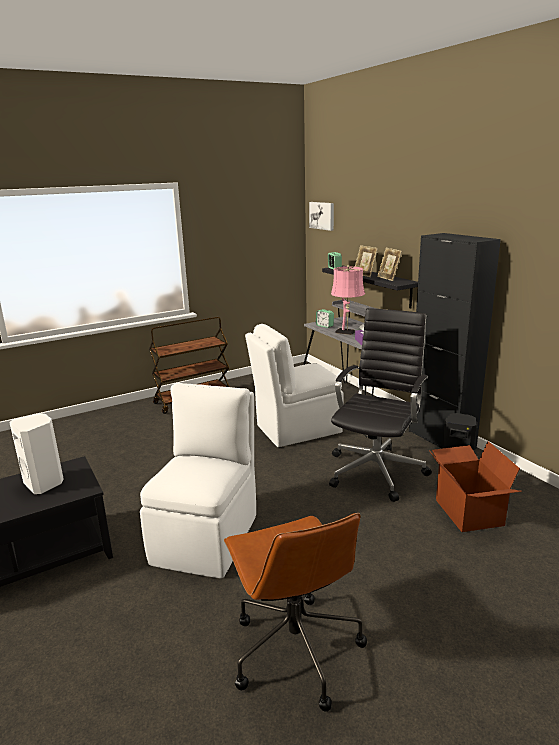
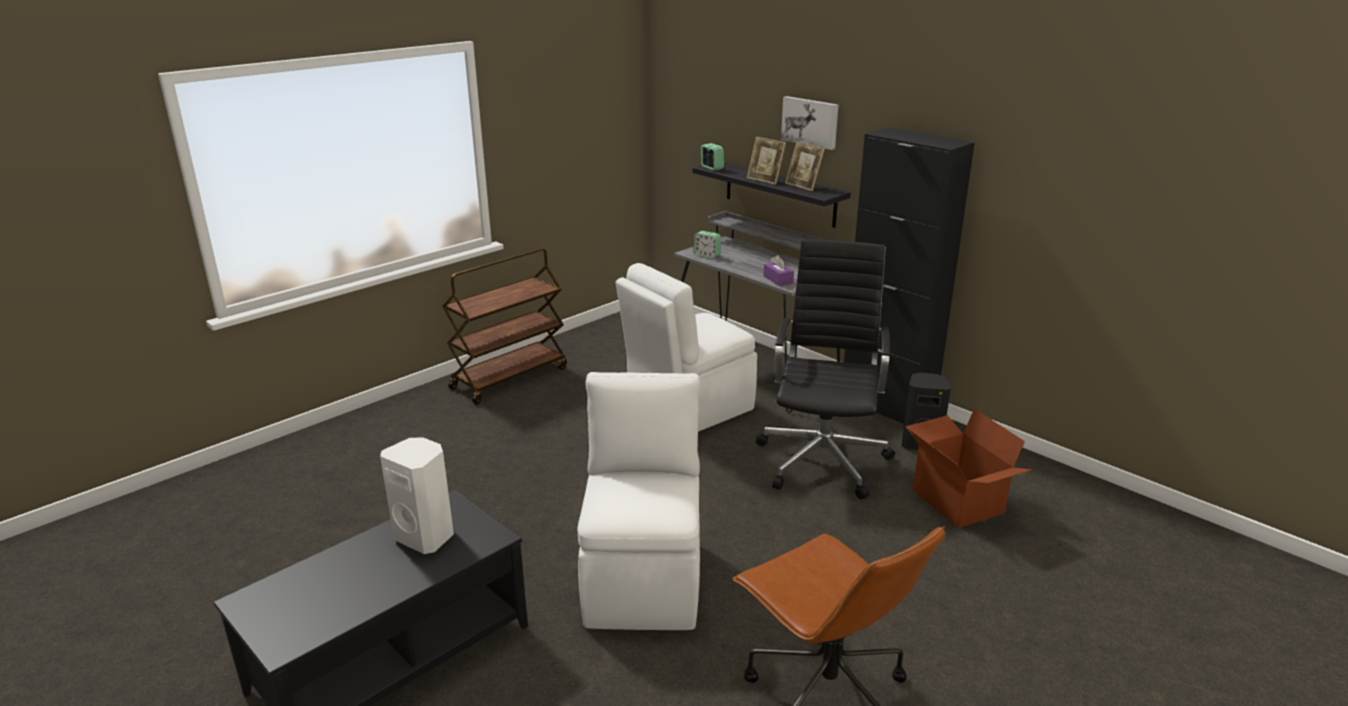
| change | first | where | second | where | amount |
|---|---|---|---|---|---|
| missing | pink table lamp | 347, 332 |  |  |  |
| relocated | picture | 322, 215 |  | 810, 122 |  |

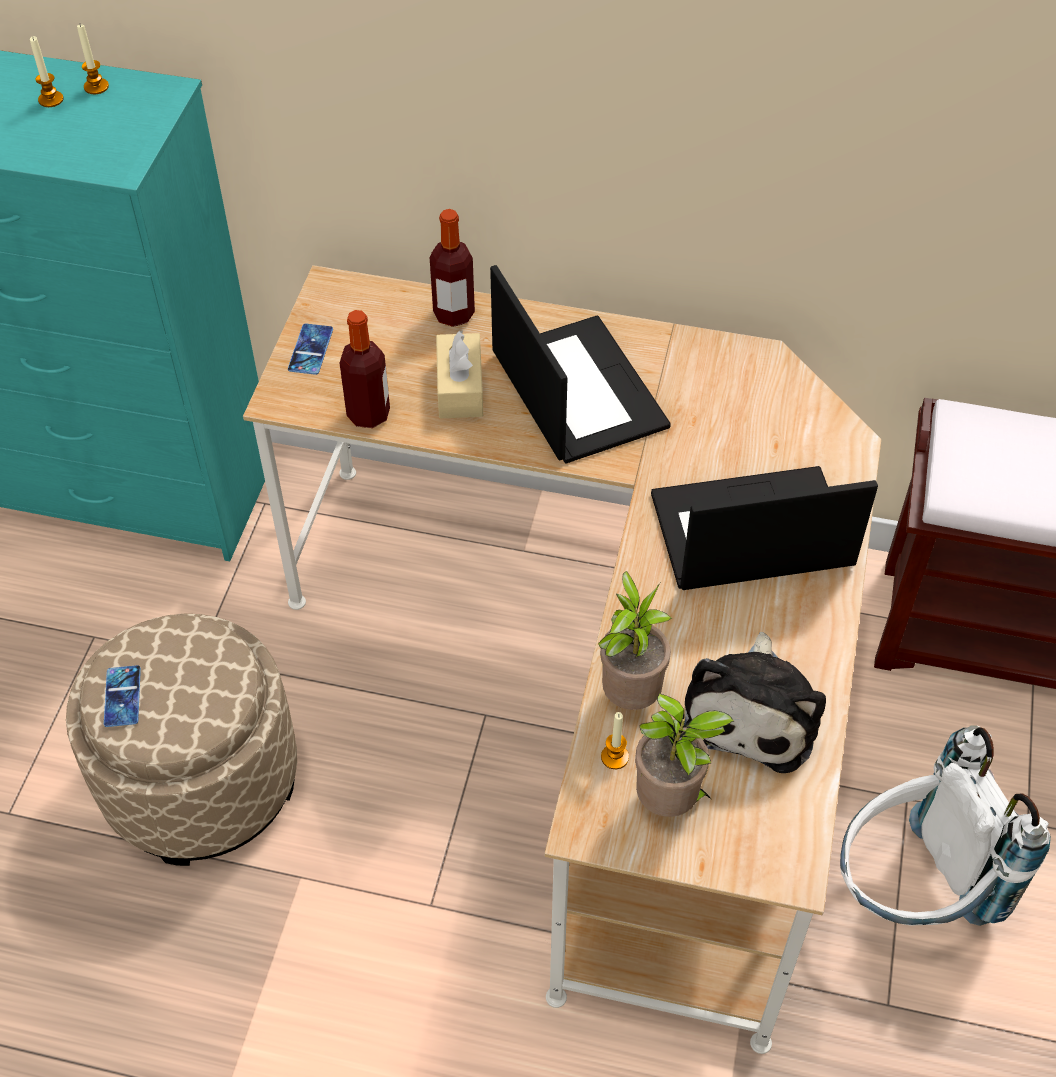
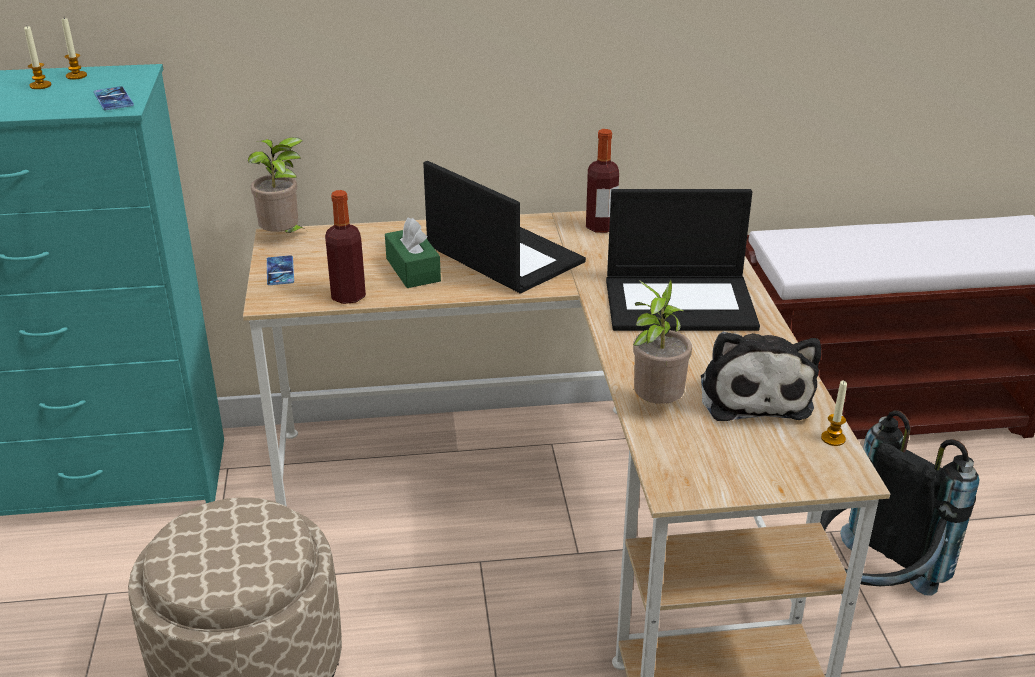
| change | first | where | second | where | amount |
|---|---|---|---|---|---|
| relocated | phone | 122, 696 |  | 113, 99 |  |
| relocated | bottle | 454, 314 |  | 601, 227 |  |
| relocated | candle | 614, 757 |  | 833, 438 |  |
| relocated | potted plant | 670, 802 |  | 283, 237 |  |
| colour | beige tissue box | 460, 388 | green tissue box | 413, 270 |  |
| colour | white backpack | 911, 892 | black backpack | 870, 588 |  |
| spun | laptop | 750, 533 |  | 681, 303 | 150 degrees counterclockwise |

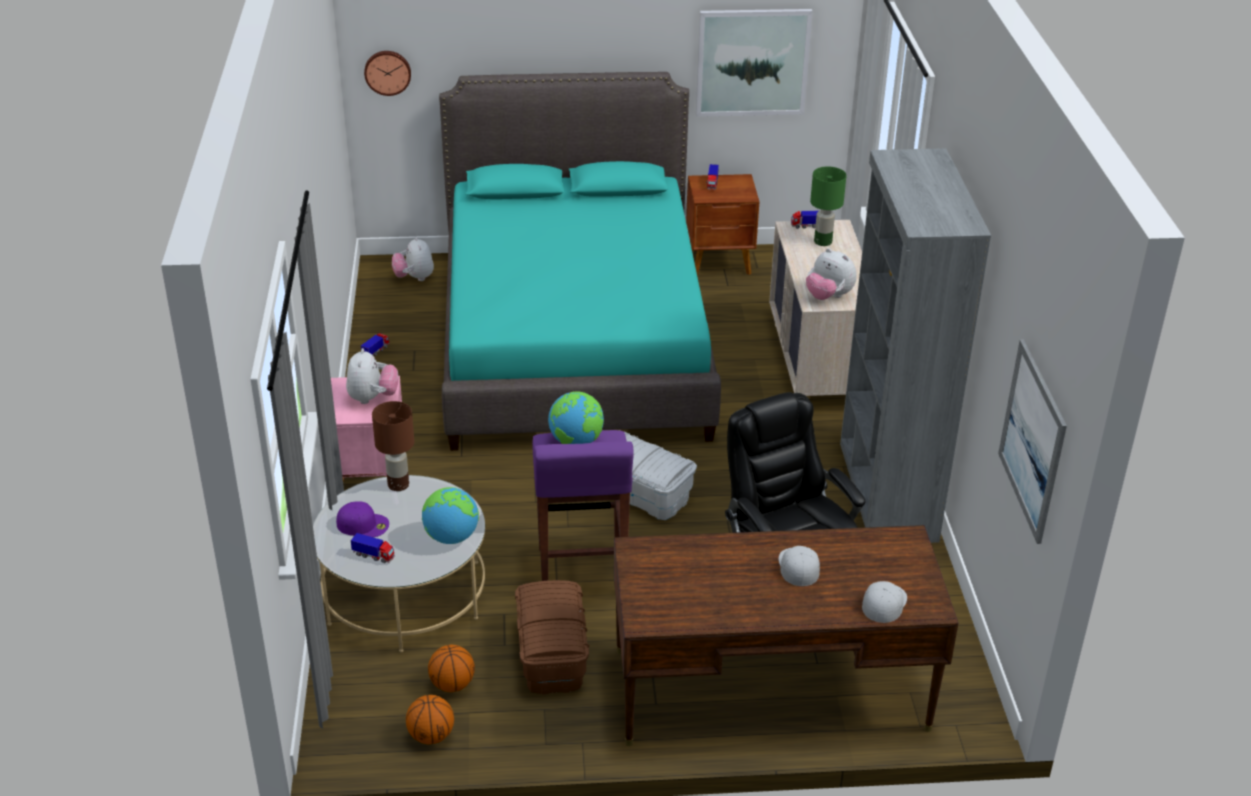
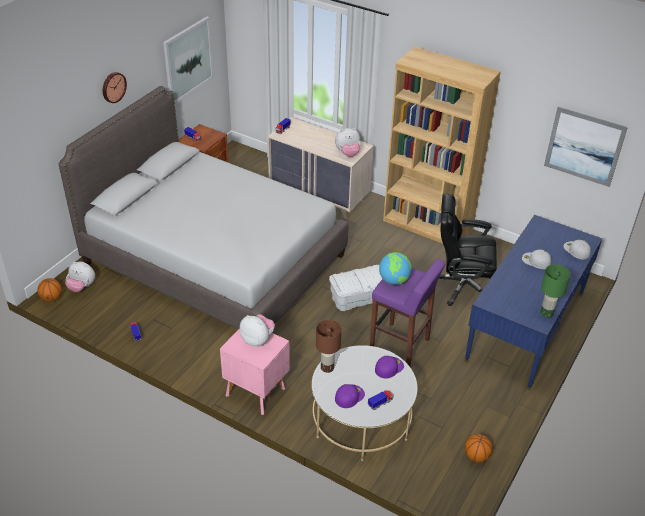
| change | first | where | second | where | amount |
|---|---|---|---|---|---|
| missing | brown storage box | 552, 655 |  |  |  |
| relocated | wall clock | 387, 72 |  | 113, 87 |  |
| relocated | basketball | 452, 685 |  | 52, 298 |  |
| relocated | green table lamp | 823, 242 |  | 547, 313 |  |
| exchanged | globe | 451, 537 | purple cap | 389, 367 |  |
| colour | turquoise bed | 574, 342 | grey bed | 214, 259 |  |
| colour | brown desk | 770, 689 | blue desk | 526, 326 |  |
| colour | grey bookcase | 886, 492 | brown bookcase | 427, 226 |  |

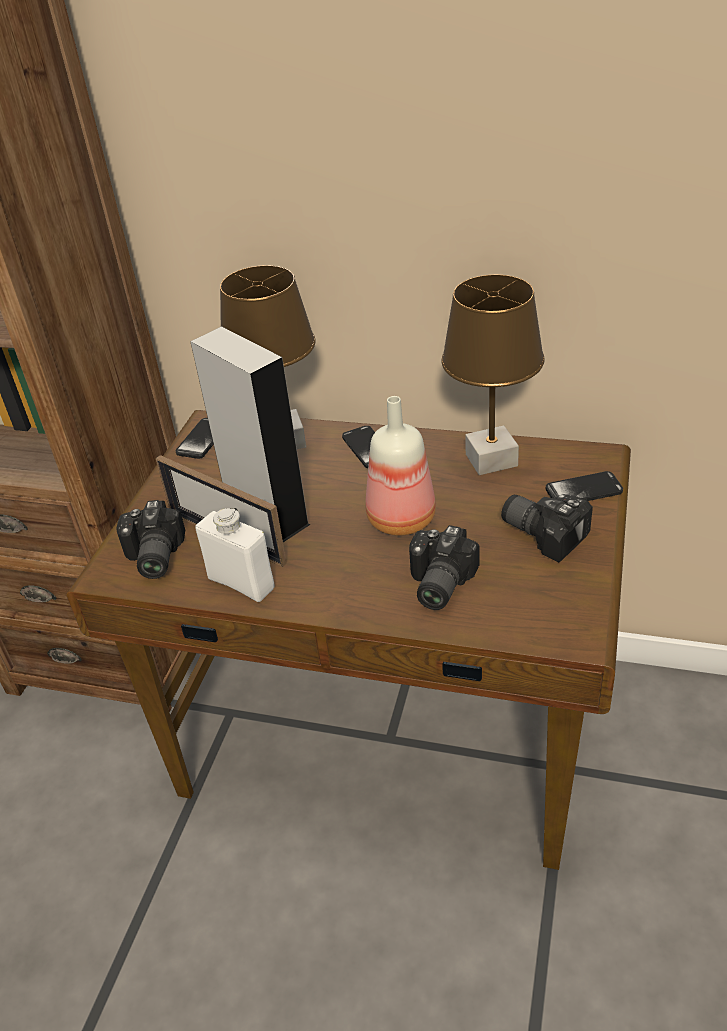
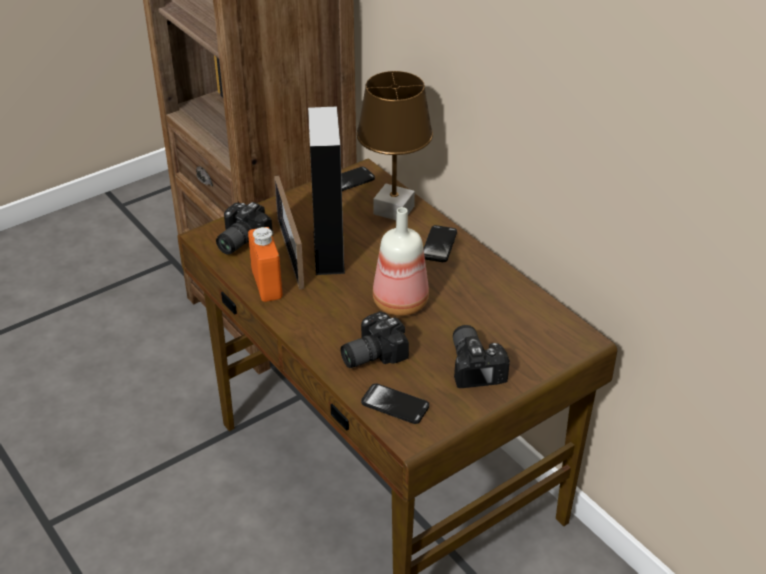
| change | first | where | second | where | amount |
|---|---|---|---|---|---|
| missing | brown table lamp | 491, 460 |  |  |  |
| relocated | phone | 583, 490 |  | 395, 405 |  |
| colour | white bottle | 241, 583 | orange bottle | 267, 285 |  |

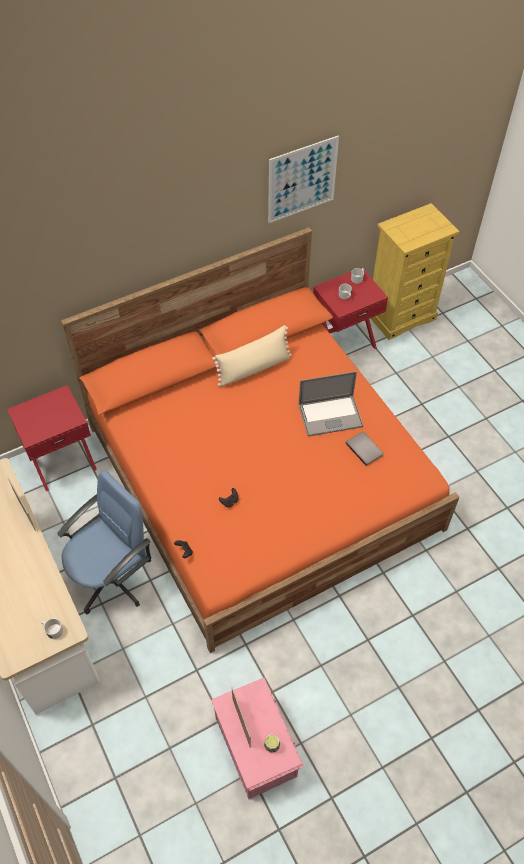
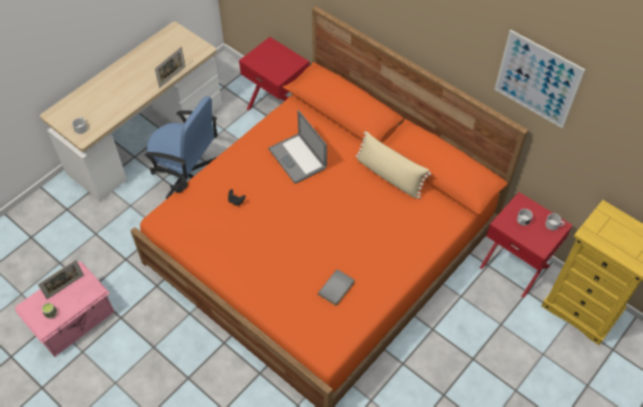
| change | first | where | second | where | amount |
|---|---|---|---|---|---|
| relocated | laptop | 330, 415 |  | 297, 158 |  |

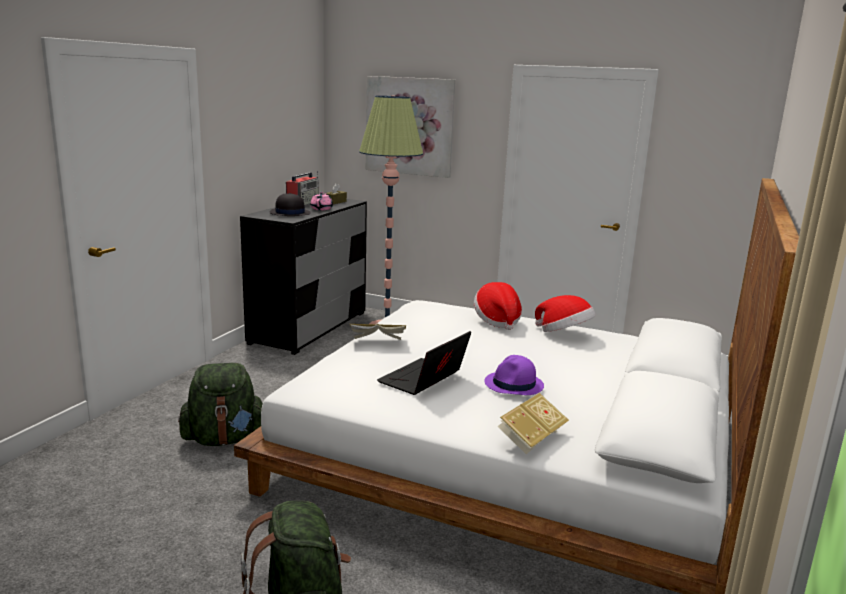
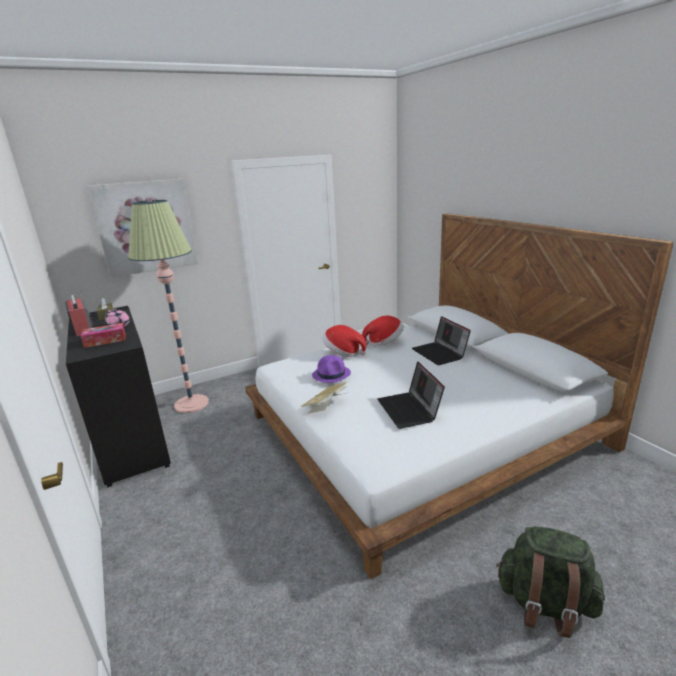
| change | first | where | second | where | amount |
|---|---|---|---|---|---|
| missing | green backpack | 224, 439 |  |  |  |
| missing | book | 531, 438 |  |  |  |
| appeared |  |  | laptop | 440, 353 |  |
| relocated | purple hat | 514, 385 |  | 331, 374 |  |
| exchanged | black hat | 289, 213 | tissue box | 105, 340 |  |

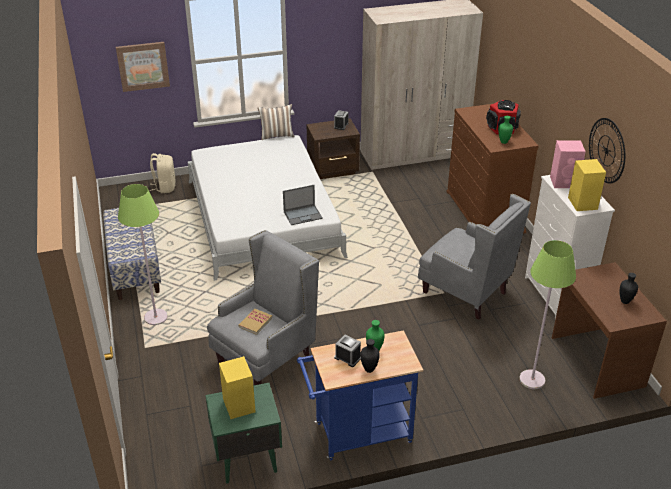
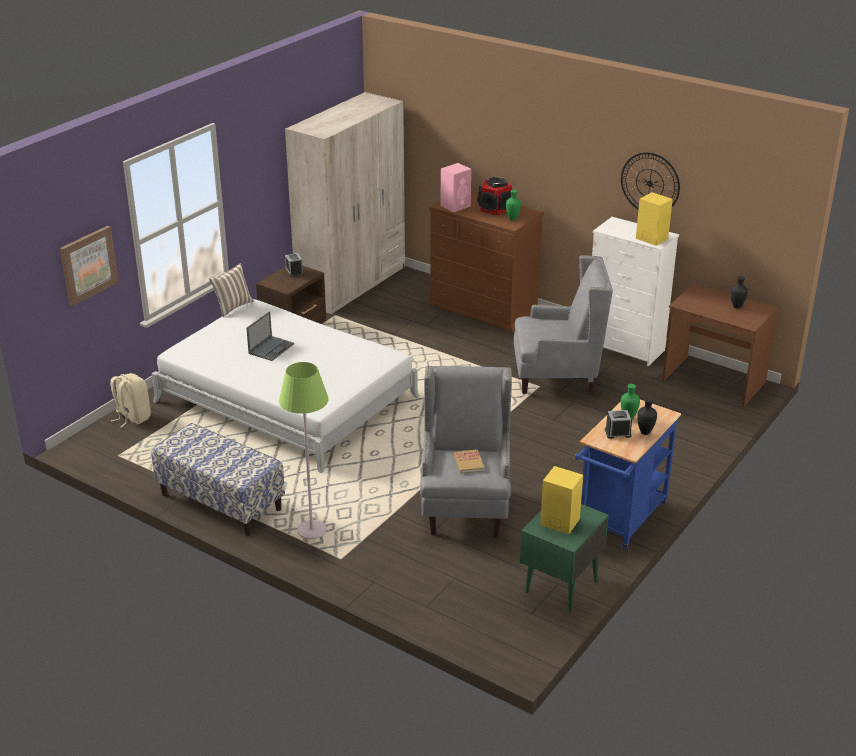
| change | first | where | second | where | amount |
|---|---|---|---|---|---|
| missing | green floor lamp | 532, 380 |  |  |  |
| relocated | laptop | 303, 215 |  | 271, 348 |  |
| relocated | pink speaker | 564, 182 |  | 456, 205 |  |

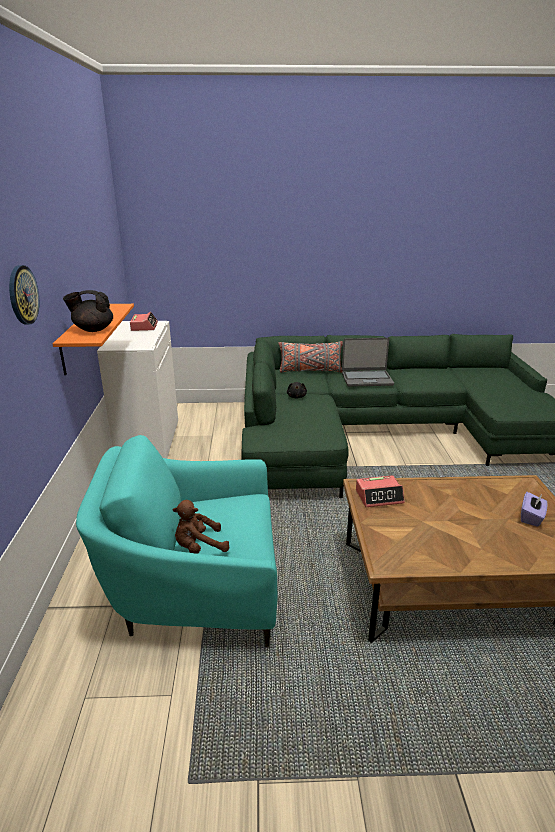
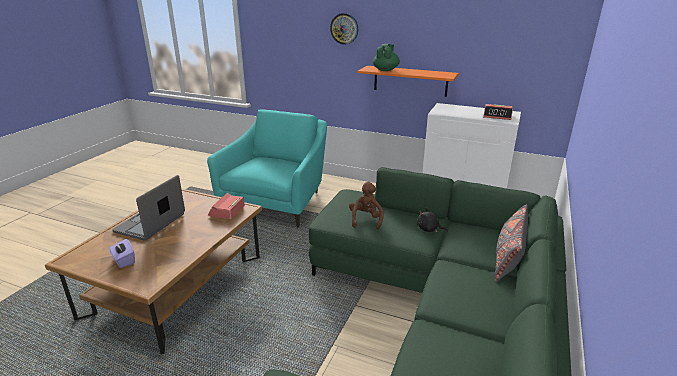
| change | first | where | second | where | amount |
|---|---|---|---|---|---|
| relocated | brown plush toy | 199, 547 |  | 366, 220 |  |
| relocated | laptop | 366, 379 |  | 151, 223 |  |
| colour | black teapot | 93, 329 | green teapot | 385, 70 |  |

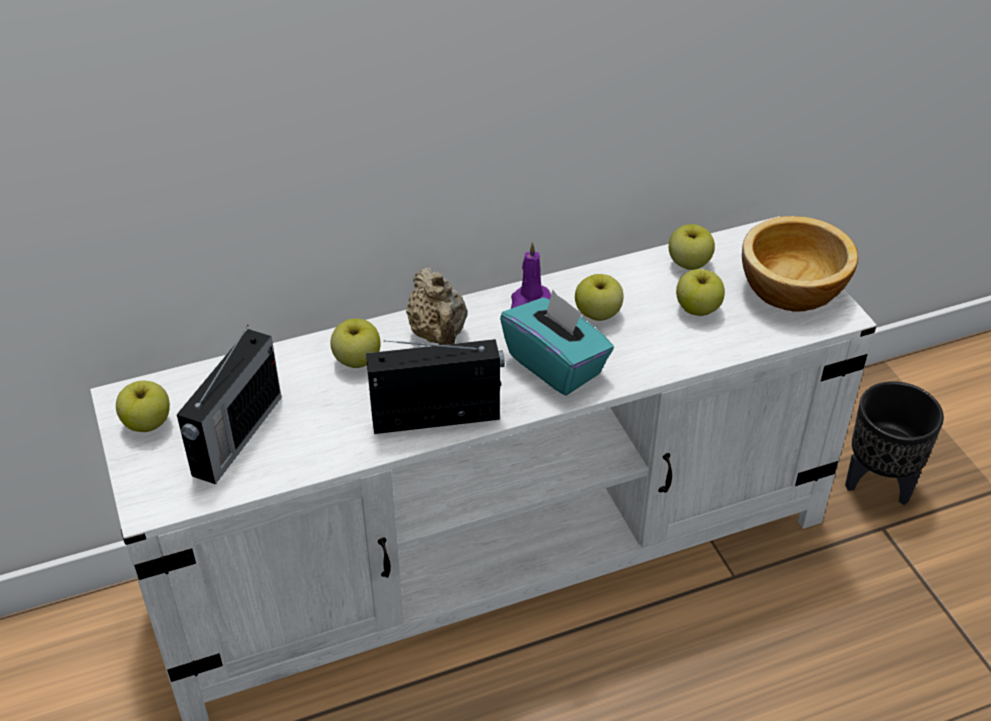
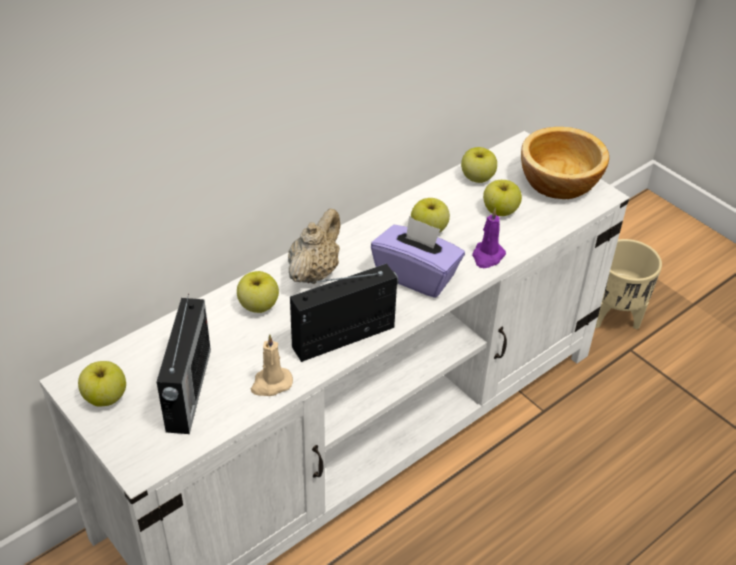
| change | first | where | second | where | amount |
|---|---|---|---|---|---|
| appeared |  |  | beige candle | 271, 383 |  |
| relocated | purple candle | 529, 302 |  | 487, 256 |  |
| colour | turquoise tissue box | 556, 364 | purple tissue box | 416, 275 |  |
| colour | black planter | 879, 482 | beige planter | 614, 317 |  |
| spun | beige teapot | 438, 335 |  | 314, 272 | 120 degrees counterclockwise |

